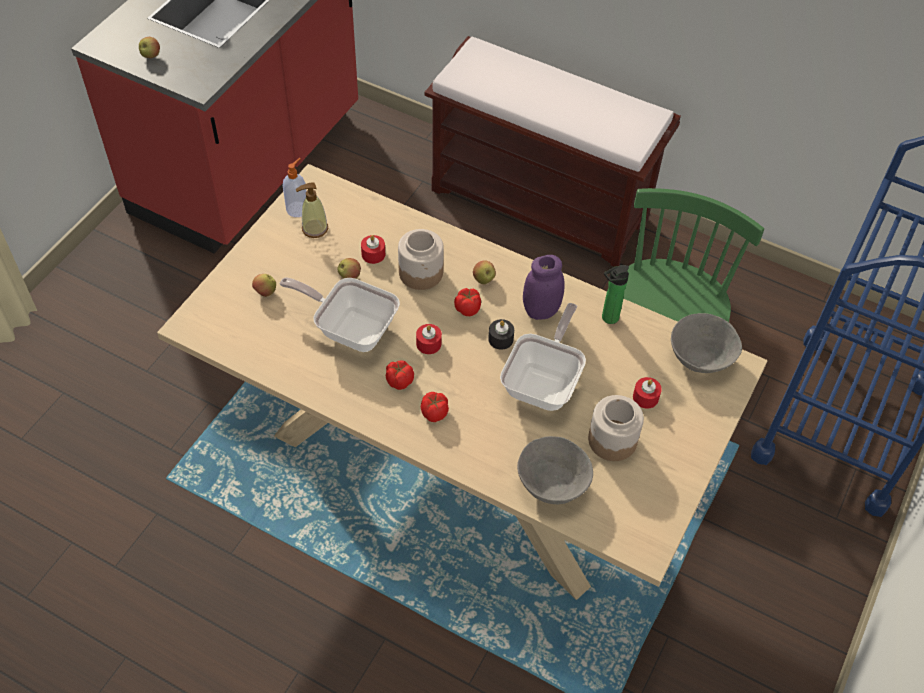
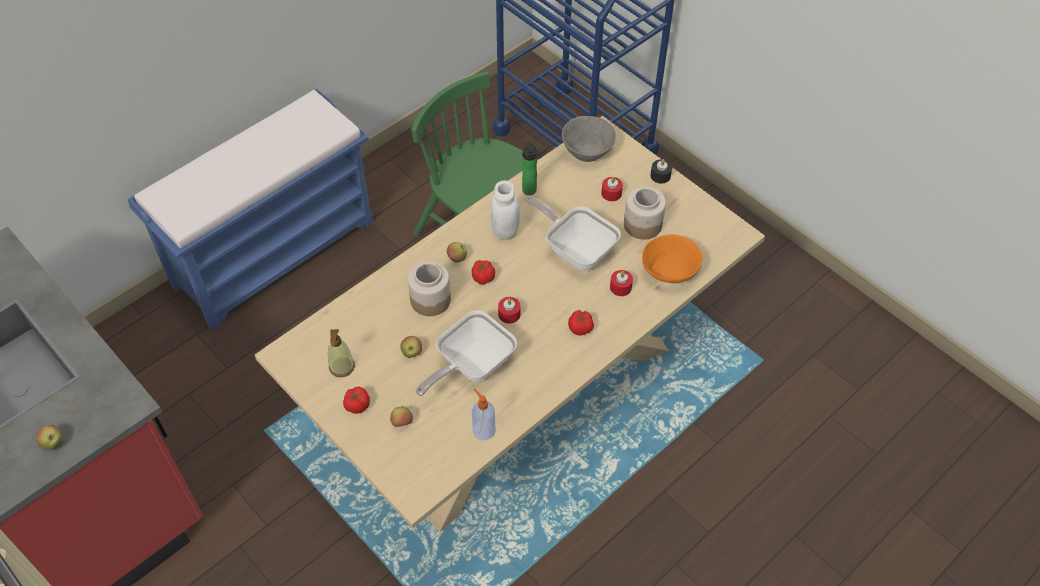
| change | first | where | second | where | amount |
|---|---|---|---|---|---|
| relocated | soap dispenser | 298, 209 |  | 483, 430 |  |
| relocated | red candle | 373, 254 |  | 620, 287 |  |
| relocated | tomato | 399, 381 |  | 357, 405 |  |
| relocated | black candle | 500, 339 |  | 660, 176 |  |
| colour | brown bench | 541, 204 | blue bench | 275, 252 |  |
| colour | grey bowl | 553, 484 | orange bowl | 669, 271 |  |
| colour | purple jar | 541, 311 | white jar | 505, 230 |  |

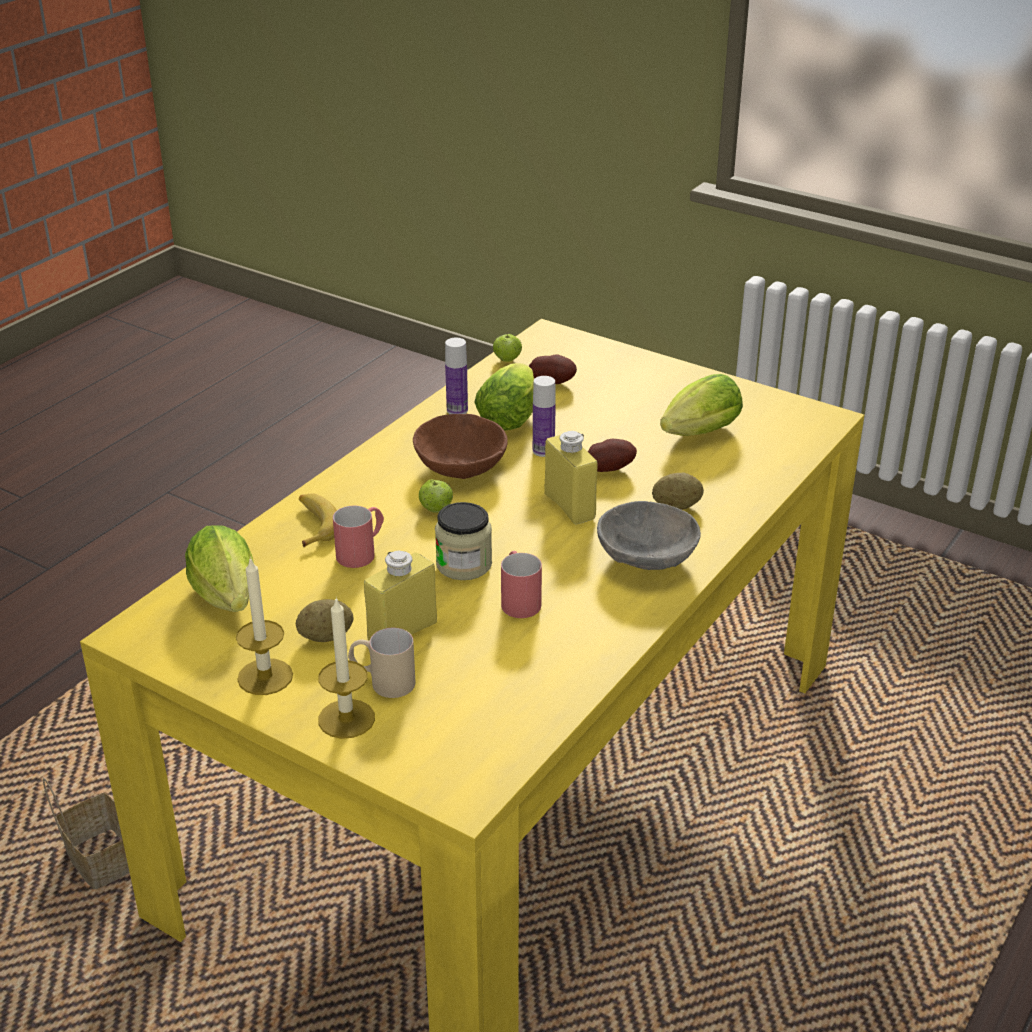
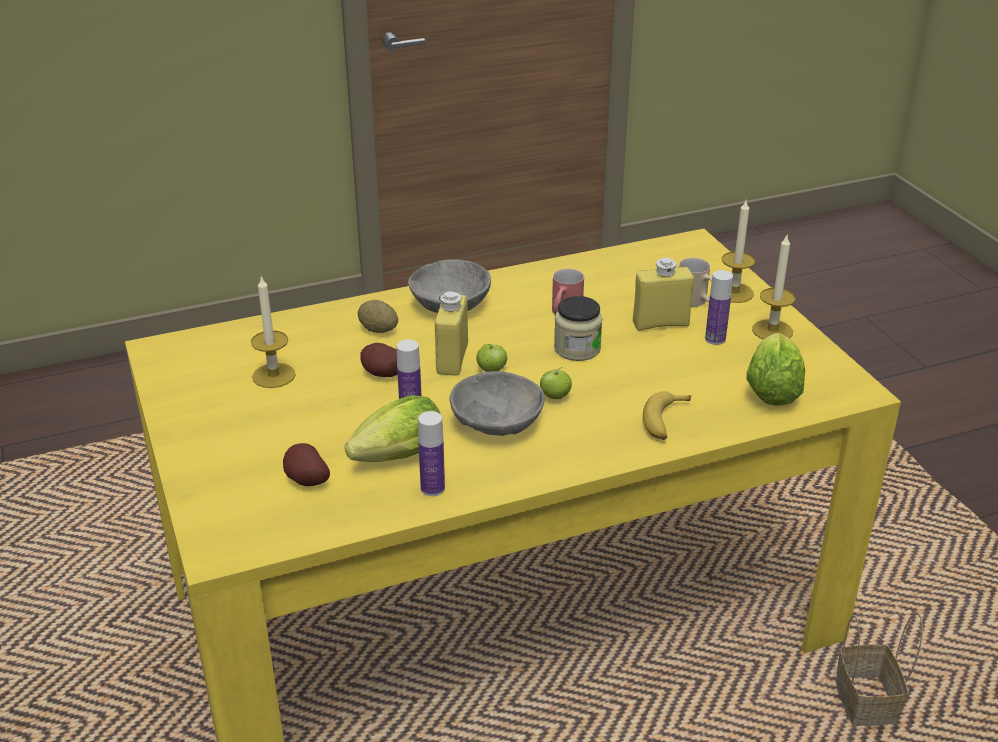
| change | first | where | second | where | amount |
|---|---|---|---|---|---|
| missing | red mug | 362, 552 |  |  |  |
| relocated | apple | 507, 360 |  | 491, 370 |  |
| exchanged | potato | 326, 636 | bottle | 715, 339 |  |
| exchanged | lettuce | 697, 435 | candle | 273, 375 |  |
| colour | brown bowl | 459, 467 | grey bowl | 496, 426 |  |

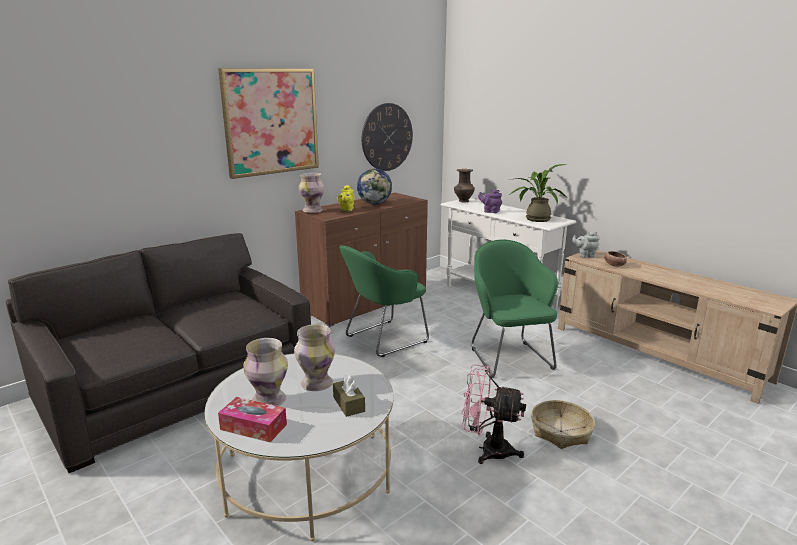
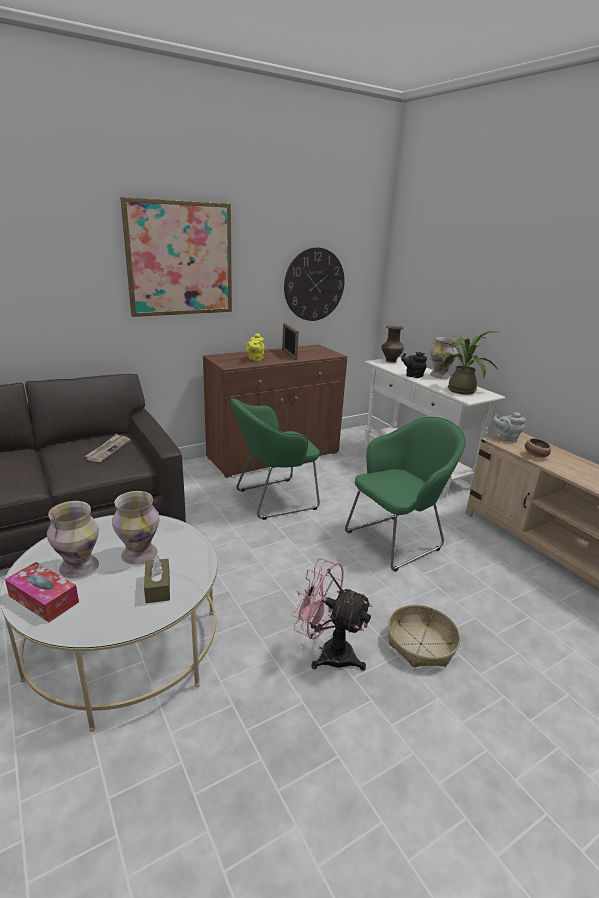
| change | first | where | second | where | amount |
|---|---|---|---|---|---|
| appeared |  |  | newspaper | 108, 449 |  |
| relocated | vase | 313, 211 |  | 439, 376 |  |
| exchanged | globe | 375, 203 | picture frame | 289, 355 |  |
| colour | purple teapot | 490, 211 | black teapot | 413, 375 |  |
| spun | green armchair | 508, 356 |  | 397, 539 | 60 degrees clockwise |

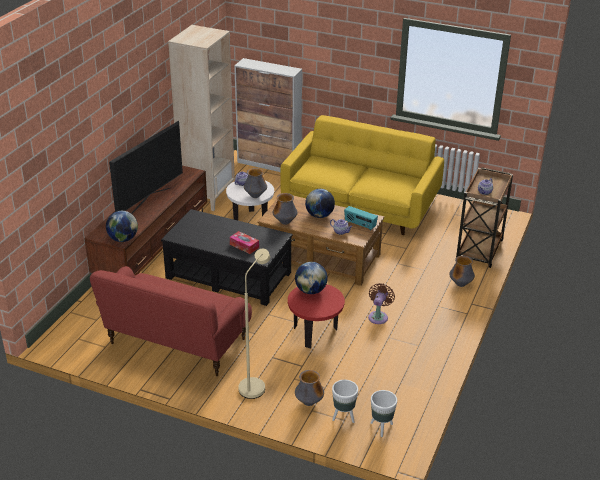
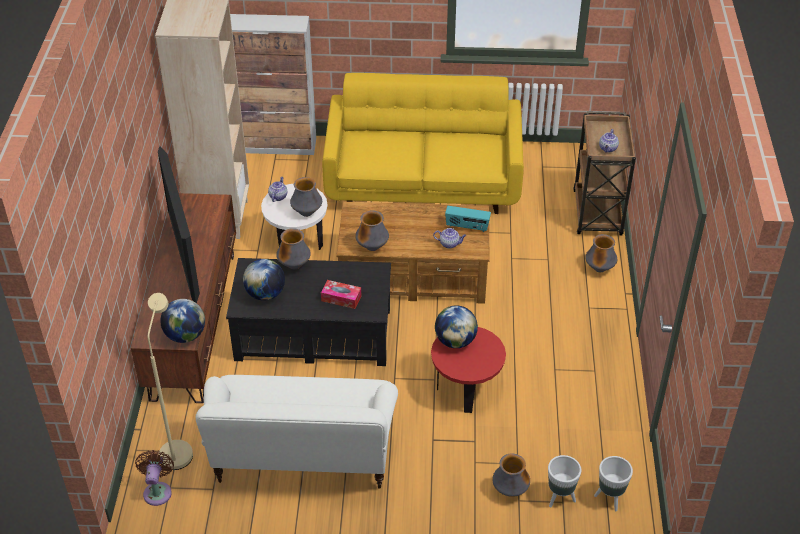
| change | first | where | second | where | amount |
|---|---|---|---|---|---|
| appeared |  |  | vase | 294, 265 |  |
| relocated | beige floor lamp | 255, 384 |  | 177, 448 |  |
| relocated | globe | 319, 215 |  | 265, 294 |  |
| relocated | brown fan | 378, 316 |  | 158, 491 |  |
| colour | red sofa | 176, 343 | white sofa | 303, 456 |  |
| spun | television | 150, 200 |  | 185, 263 | 150 degrees clockwise |

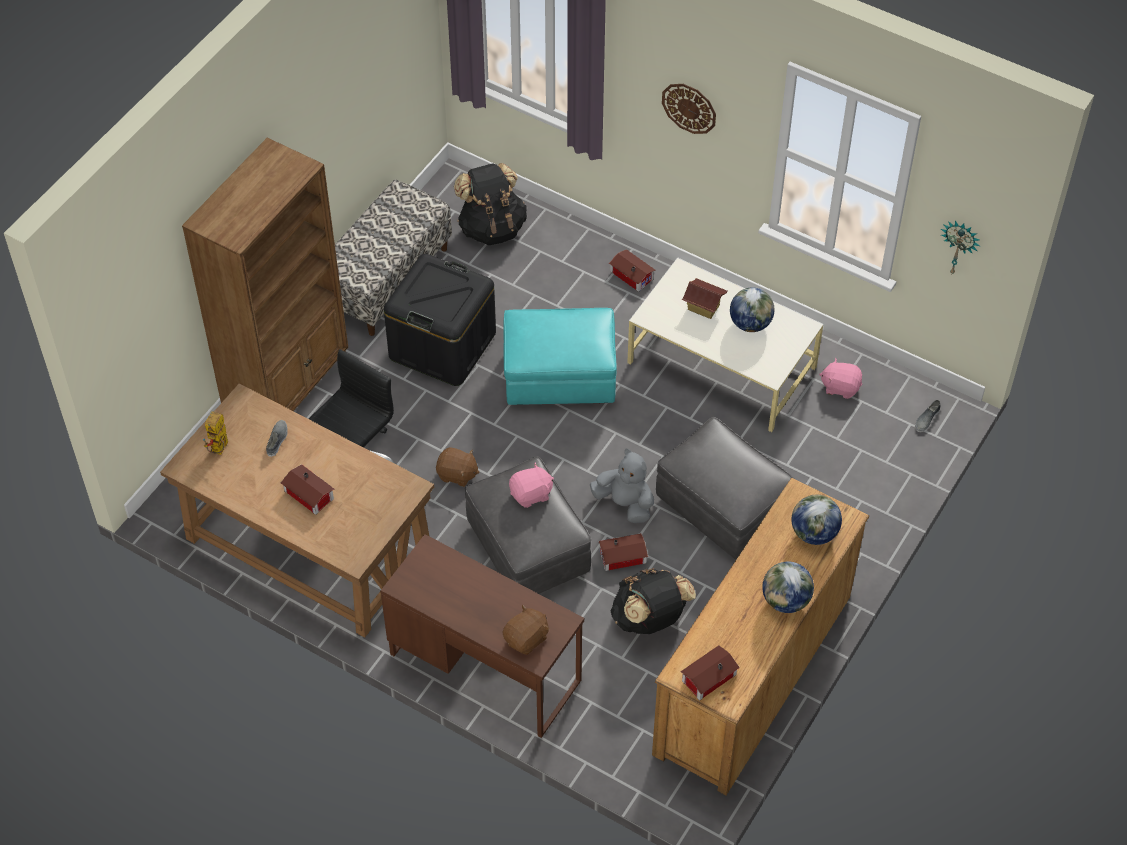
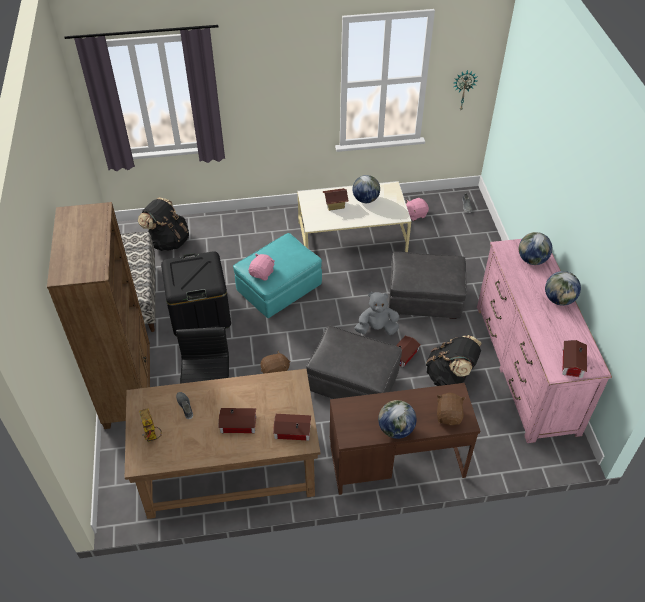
| change | first | where | second | where | amount |
|---|---|---|---|---|---|
| missing | wall clock | 689, 108 |  |  |  |
| appeared |  |  | globe | 395, 429 |  |
| relocated | pink plush toy | 531, 494 |  | 262, 273 |  |
| relocated | toy house | 631, 274 |  | 291, 430 |  |
| colour | brown dresser | 753, 674 | pink dresser | 525, 367 |  |

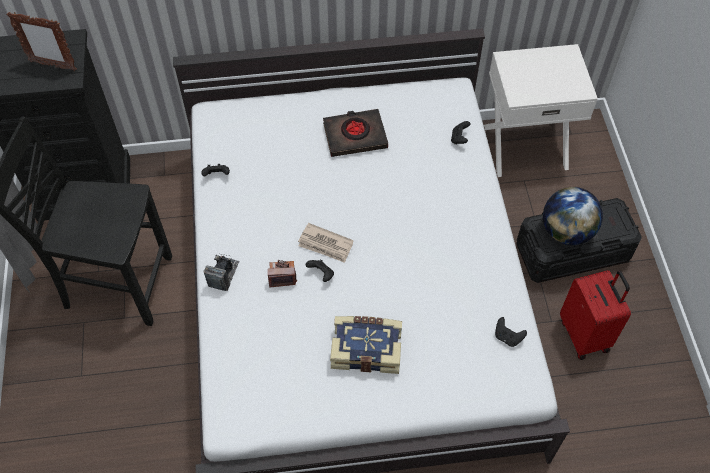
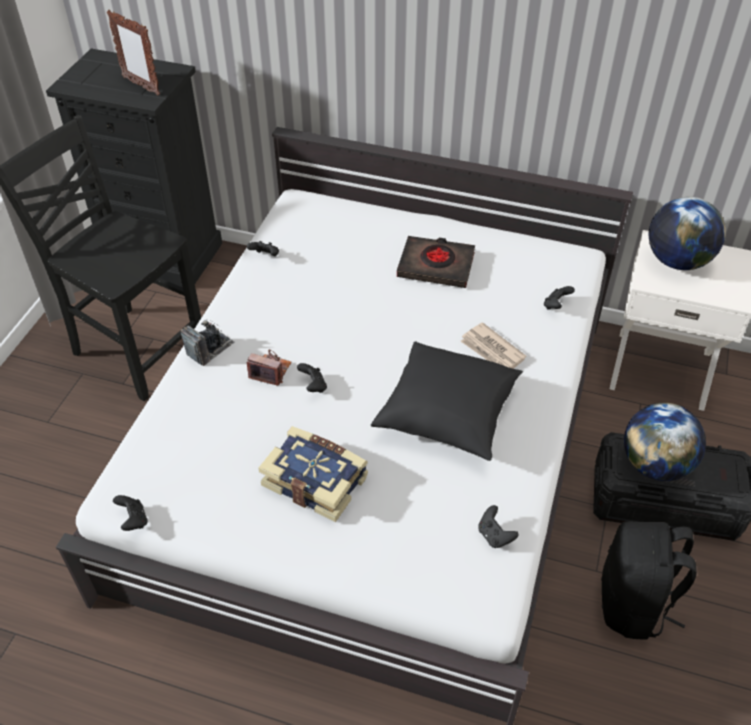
| change | first | where | second | where | amount |
|---|---|---|---|---|---|
| appeared |  |  | black game controller | 133, 520 |  |
| appeared |  |  | black pillow | 448, 415 |  |
| appeared |  |  | globe | 677, 261 |  |
| relocated | newspaper | 325, 245 |  | 492, 351 |  |
| exchanged | red suitcase | 585, 335 | black backpack | 633, 604 |  |

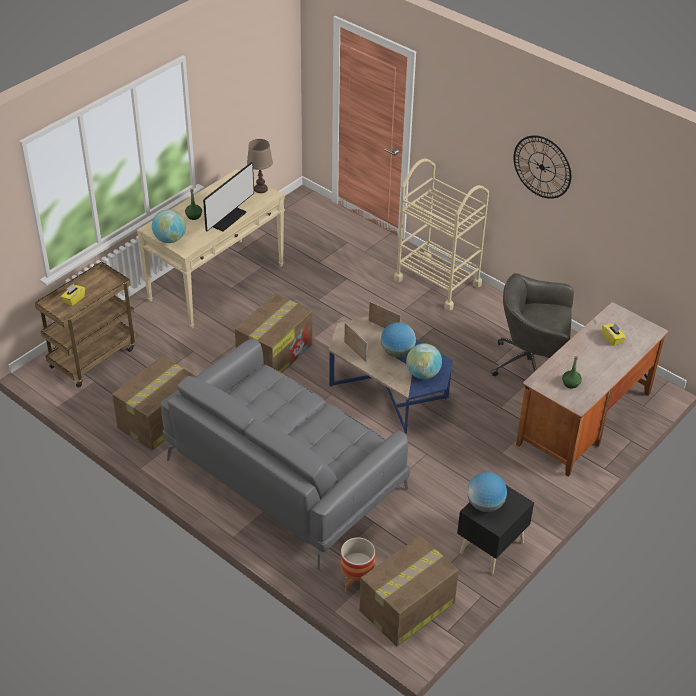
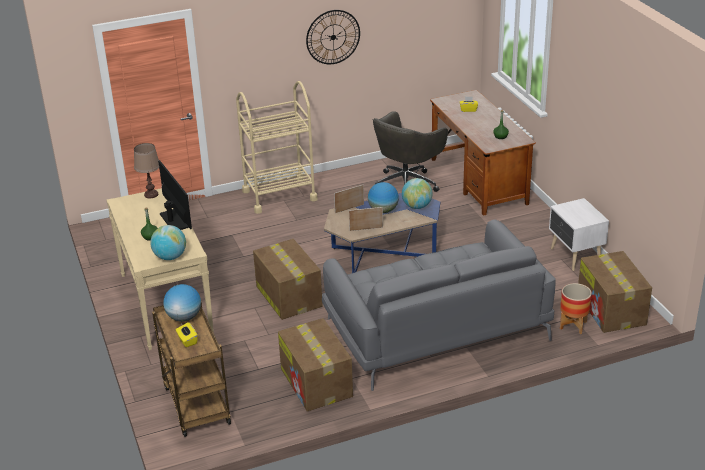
| change | first | where | second | where | amount |
|---|---|---|---|---|---|
| relocated | globe | 485, 505 |  | 184, 317 |  |
| colour | black nightstand | 490, 547 | white nightstand | 575, 257 |  |

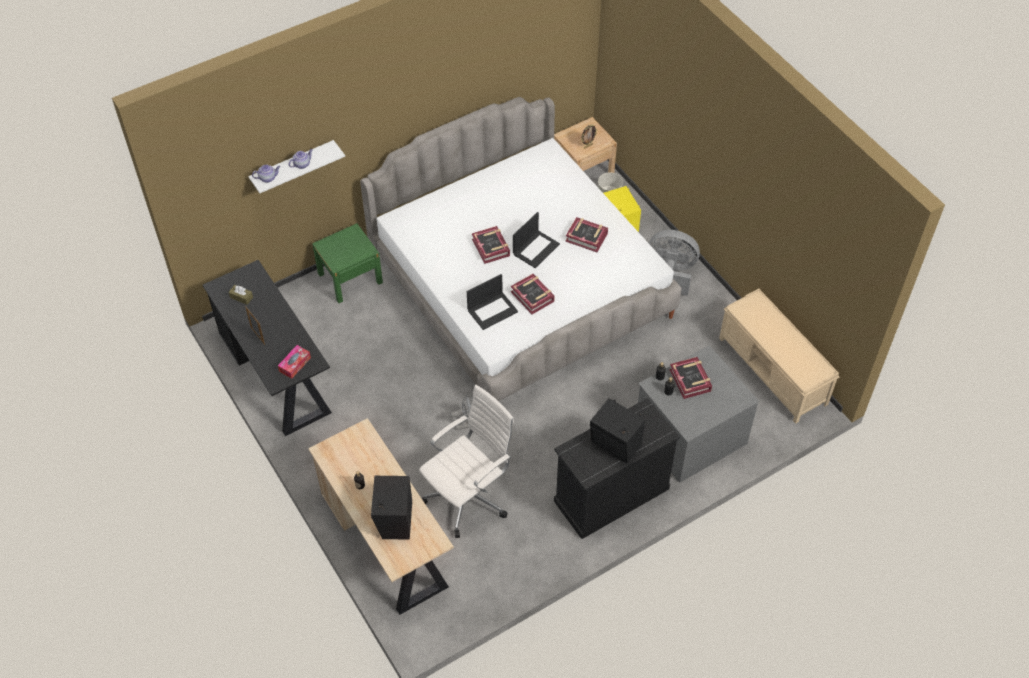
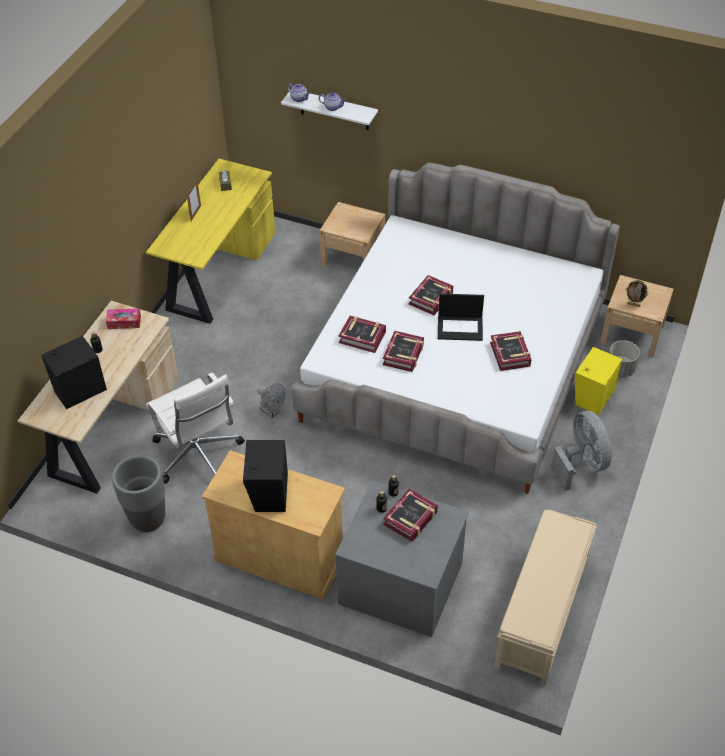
| change | first | where | second | where | amount |
|---|---|---|---|---|---|
| appeared |  |  | grey planter | 147, 519 |  |
| relocated | tissue box | 295, 364 |  | 124, 322 |  |
| exchanged | laptop | 492, 310 | book | 362, 337 |  |
| colour | black desk | 276, 375 | yellow desk | 218, 272 |  |
| colour | green nightstand | 350, 278 | beige nightstand | 353, 257 |  |
| colour | black cabinet | 611, 495 | beige cabinet | 280, 557 |  |
| spun | white office chair | 469, 496 |  | 198, 455 | 45 degrees clockwise |

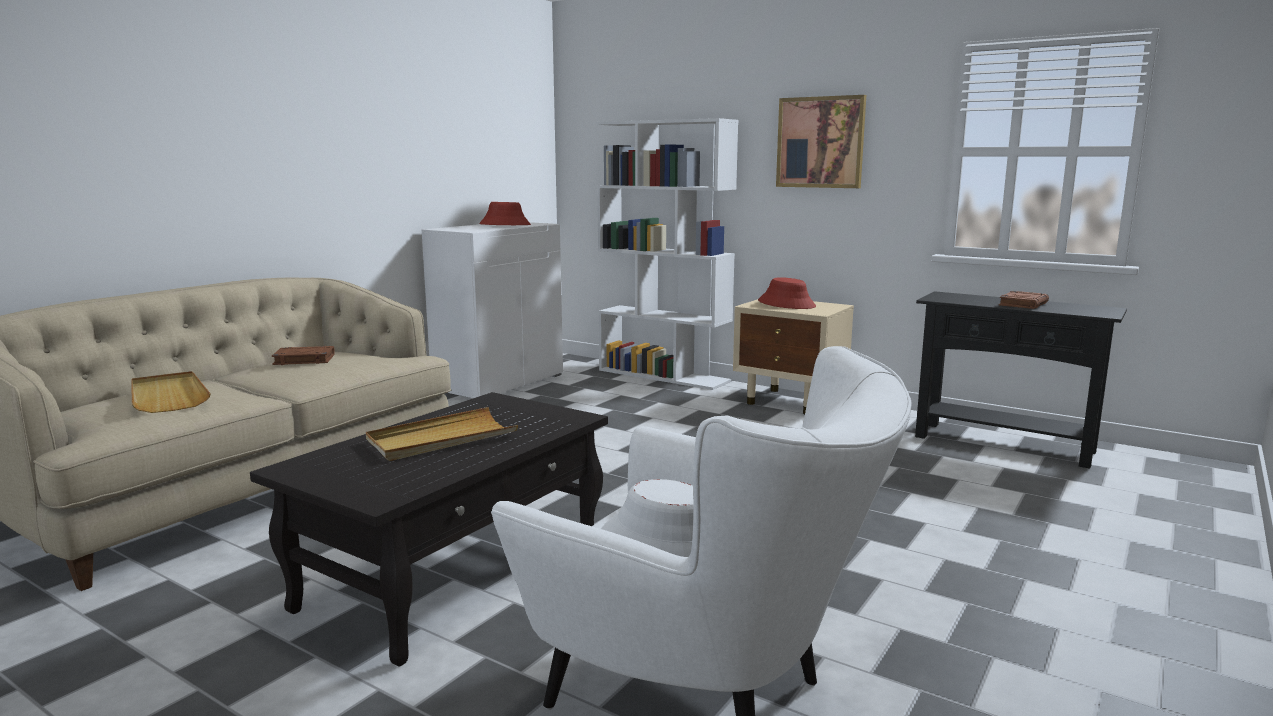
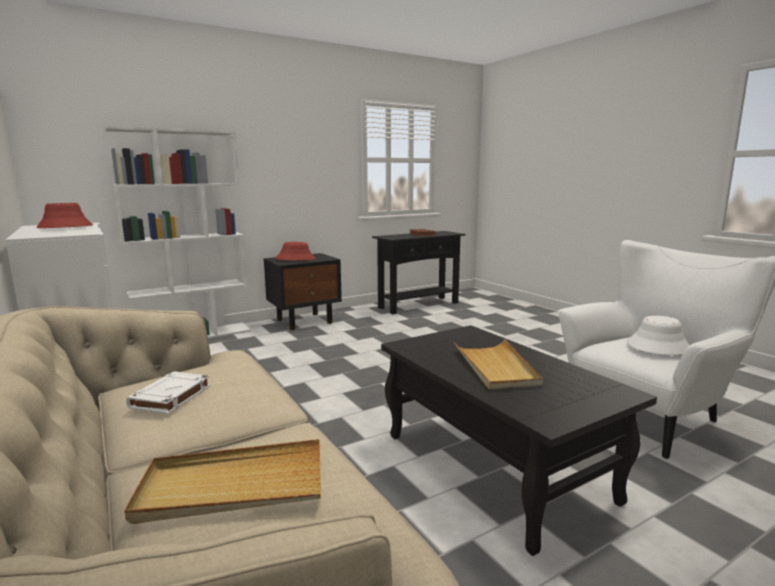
| change | first | where | second | where | amount |
|---|---|---|---|---|---|
| missing | picture | 820, 142 |  |  |  |
| colour | brown book | 303, 360 | white book | 170, 397 |  |
| colour | beige nightstand | 791, 401 | black nightstand | 305, 321 |  |

